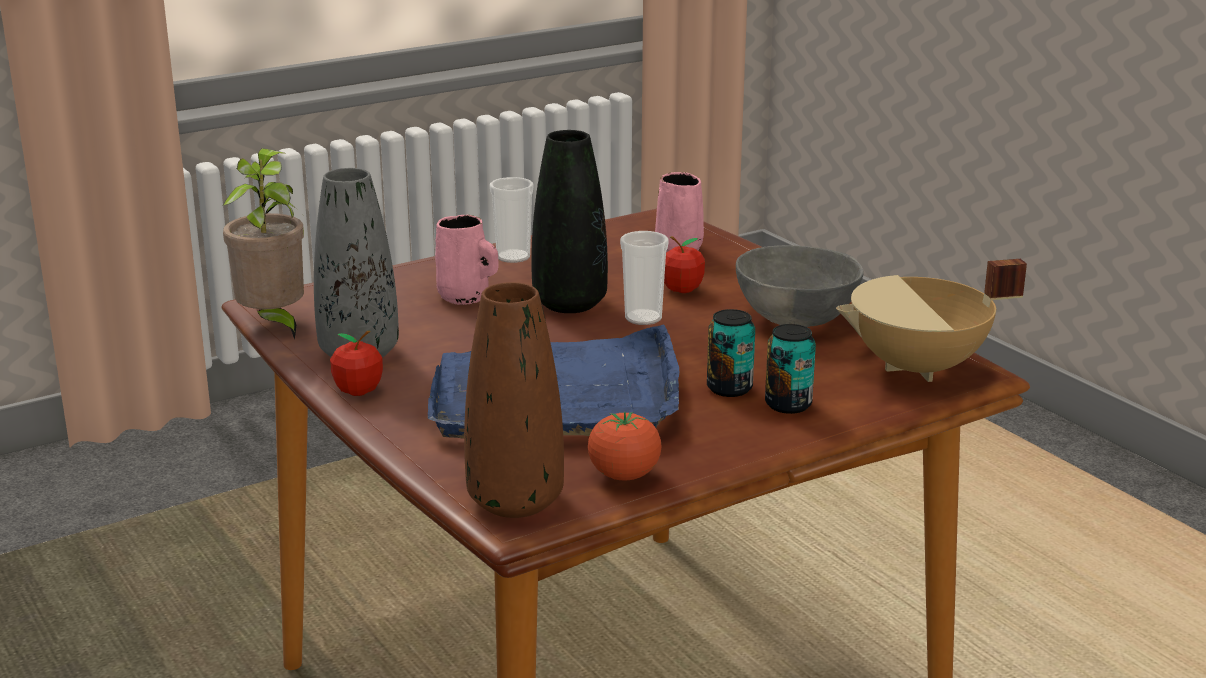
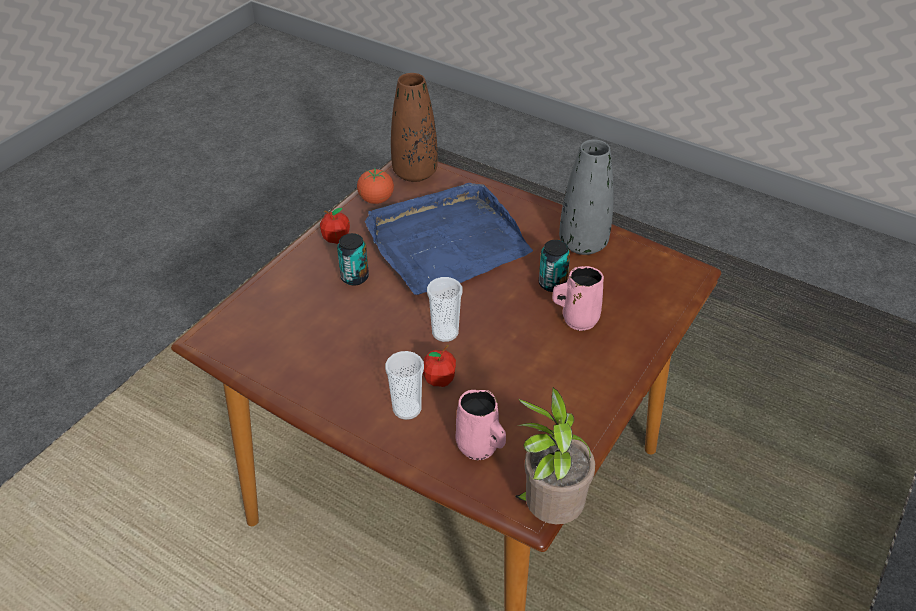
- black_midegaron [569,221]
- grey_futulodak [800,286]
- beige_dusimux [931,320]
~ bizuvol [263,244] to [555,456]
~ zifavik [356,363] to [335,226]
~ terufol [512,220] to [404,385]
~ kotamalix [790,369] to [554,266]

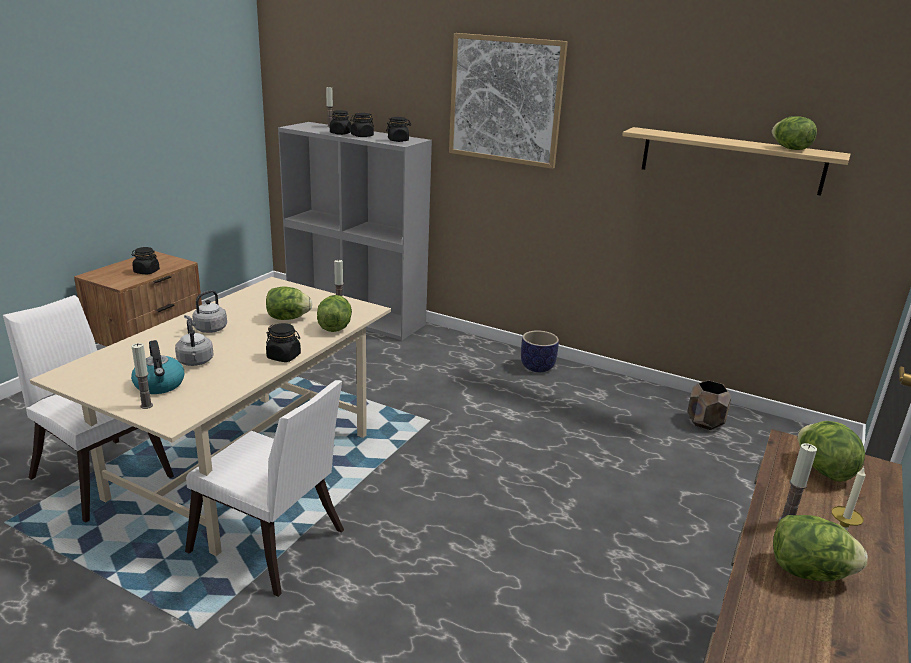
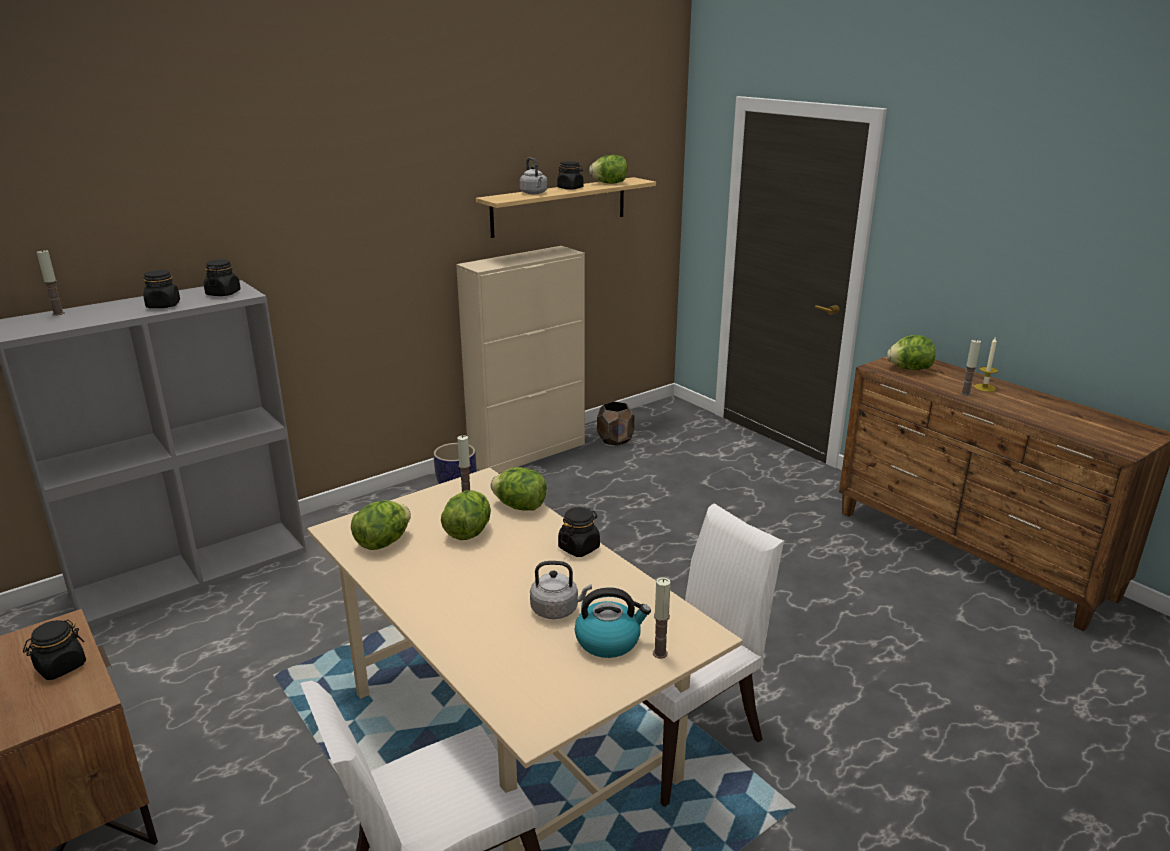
- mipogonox [508,101]
+ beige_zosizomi [520,359]
~ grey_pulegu [205,311] to [533,175]
~ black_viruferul [340,122] to [570,175]
~ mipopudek [820,548] to [381,525]

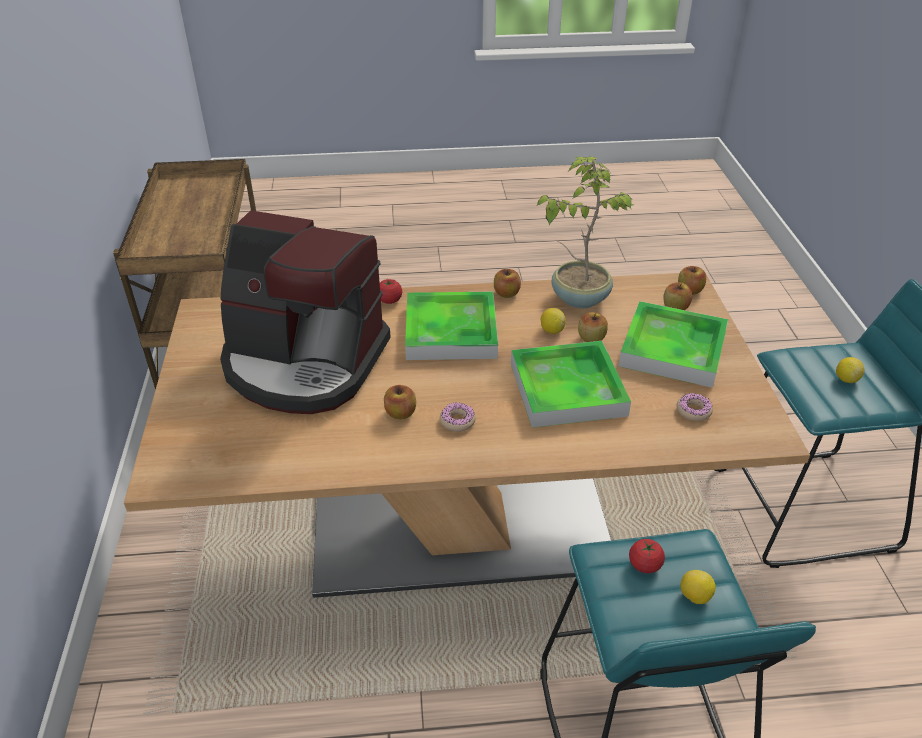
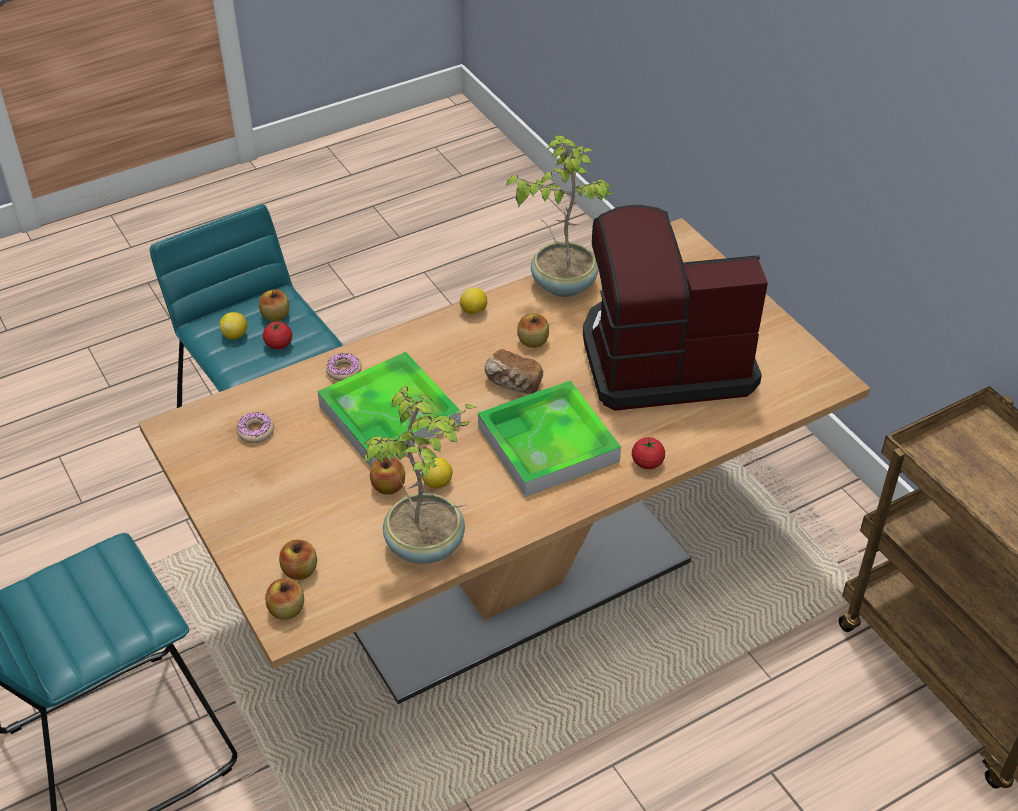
- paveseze [673,344]
+ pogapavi [514,371]
+ bizuvol [559,216]
~ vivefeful [457,417] to [344,367]
~ zifavik [507,283] to [274,305]
~ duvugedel [850,370] to [473,301]

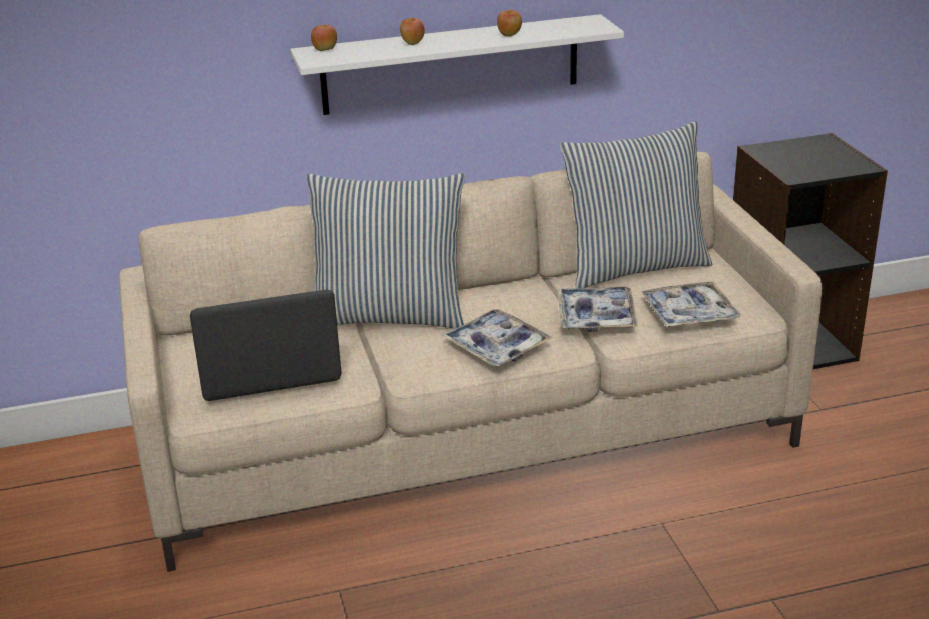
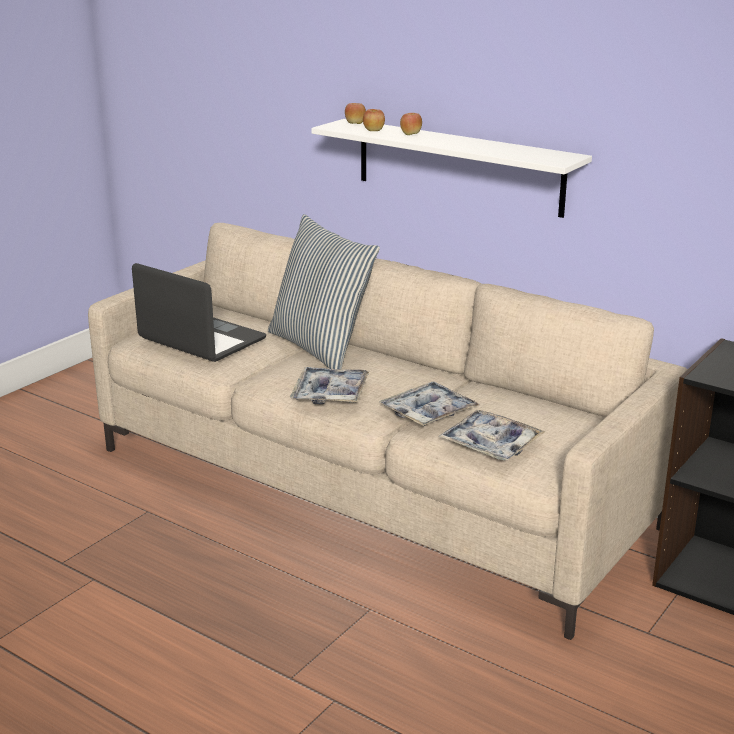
- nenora [636,204]
~ zifavik [509,23] to [374,120]

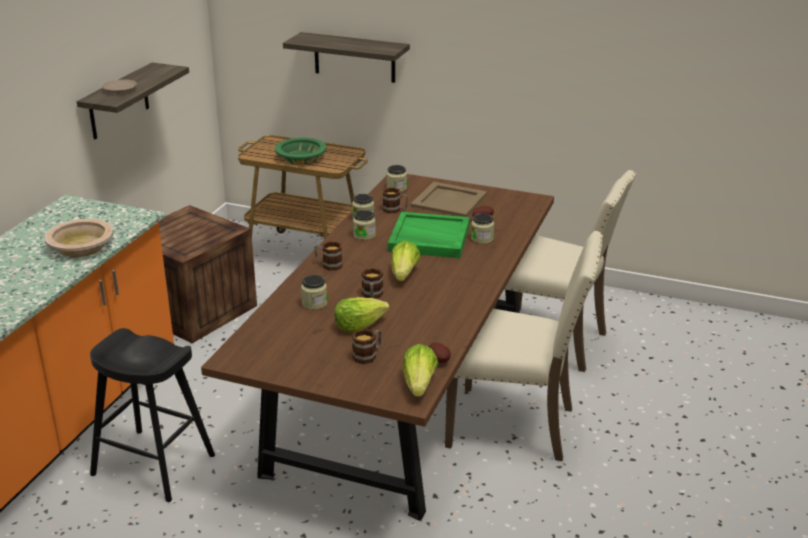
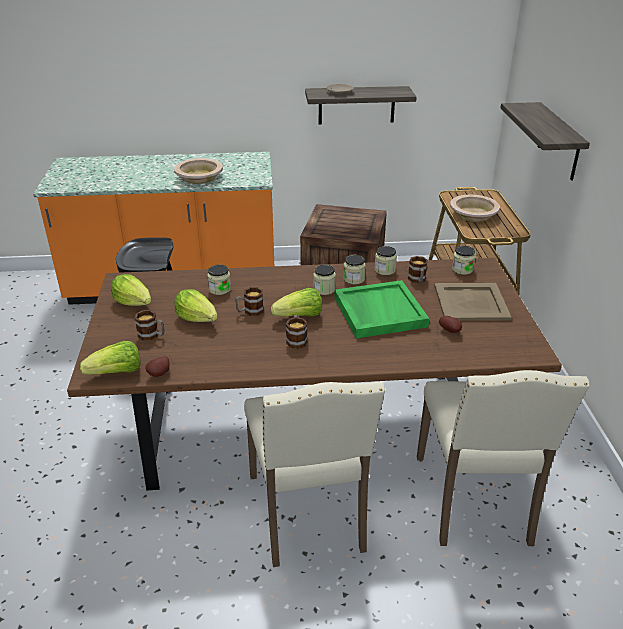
+ mipopudek [131,290]
~ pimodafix [328,256] to [296,332]
~ viruferul [482,228] to [324,279]
~ green_futulodak [300,151] to beige_futulodak [475,208]

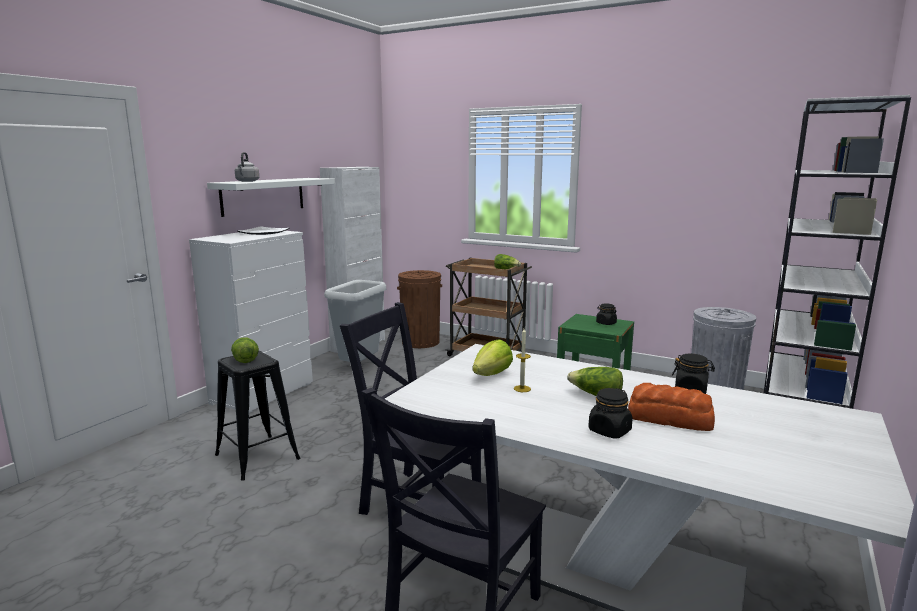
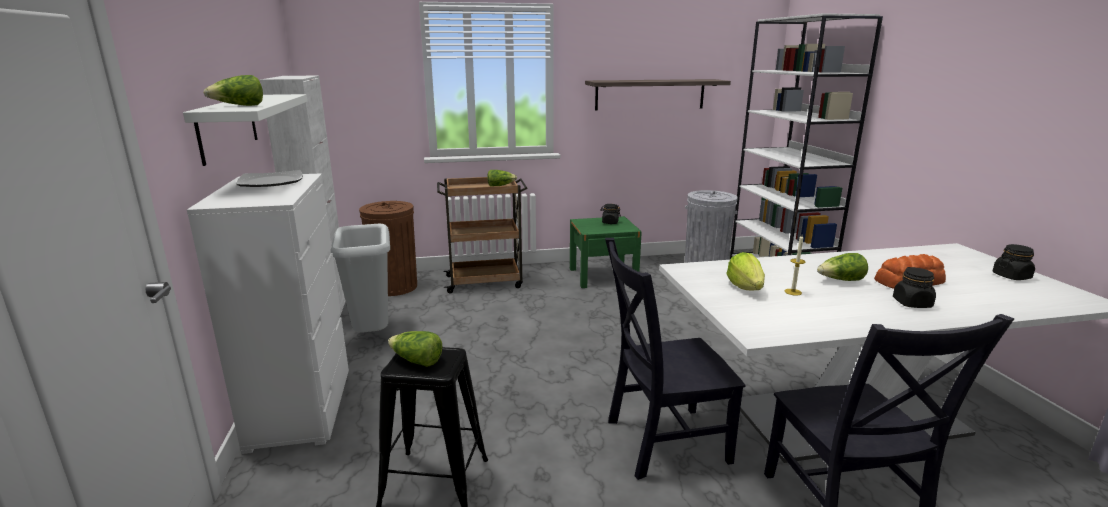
+ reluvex [658,95]
~ black_viruferul [693,374] to [1014,262]
~ grey_pulegu [247,167] to mipopudek [233,90]

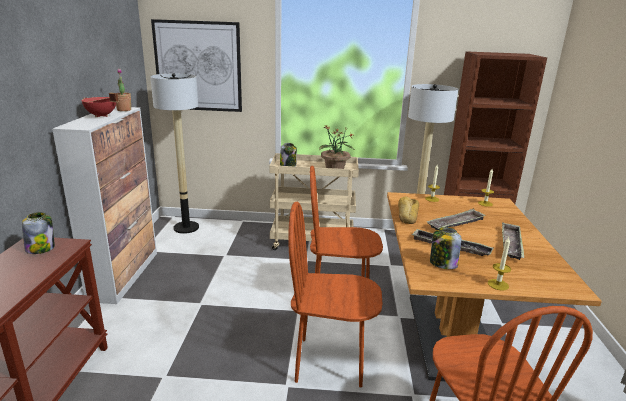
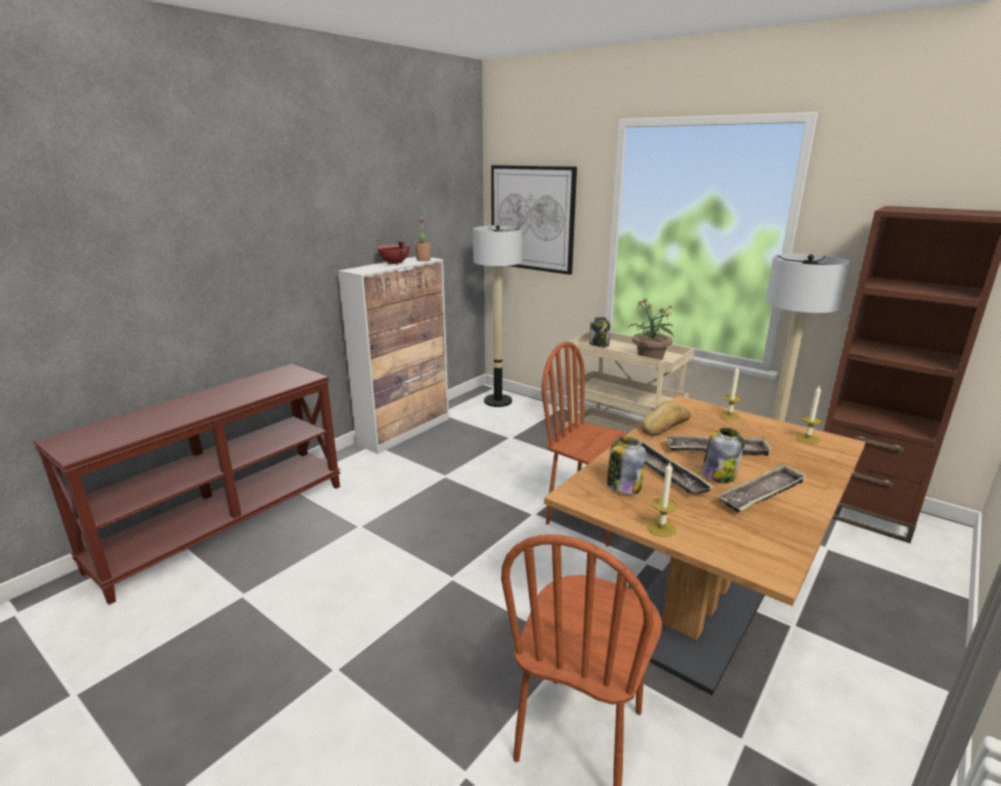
- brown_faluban [335,295]
~ viruferul [38,233] to [723,455]

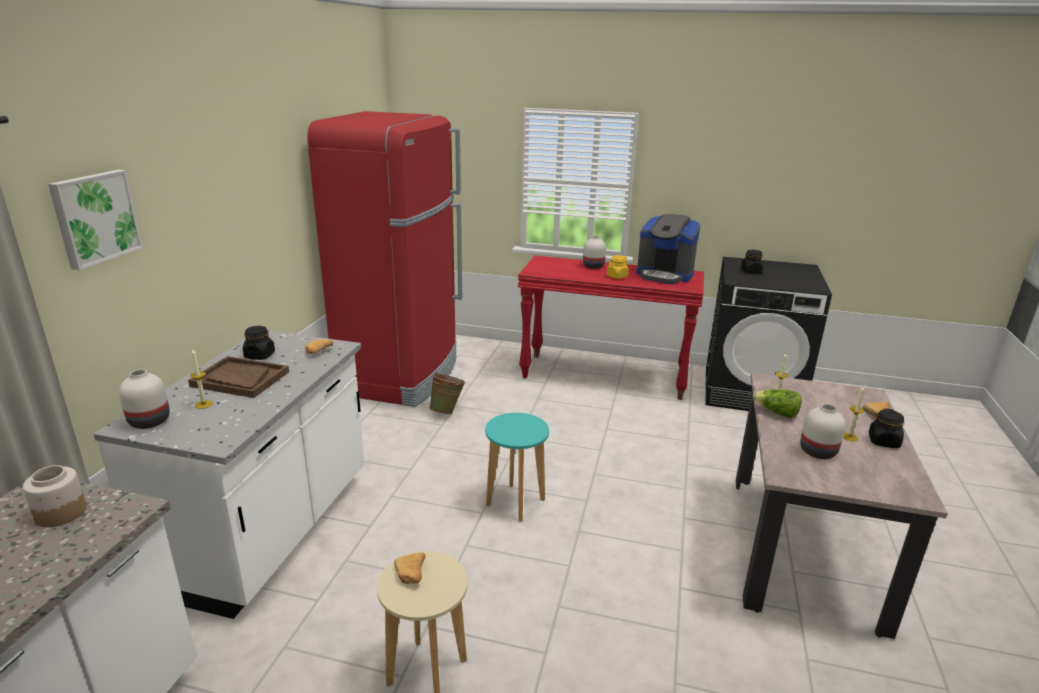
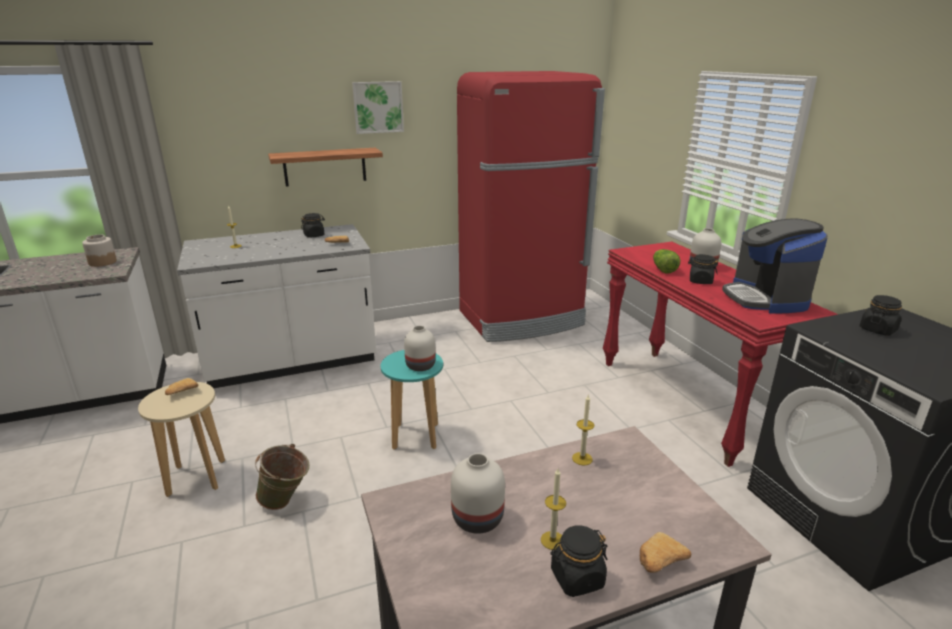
- brown_paveseze [238,377]
+ reluvex [325,167]
~ mipogonox [95,220] to [378,107]
~ white_midegaron [144,399] to [420,348]
~ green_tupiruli [447,393] to [282,477]
~ mipopudek [777,403] to [666,261]
~ yellow_viruferul [618,267] to black_viruferul [703,269]

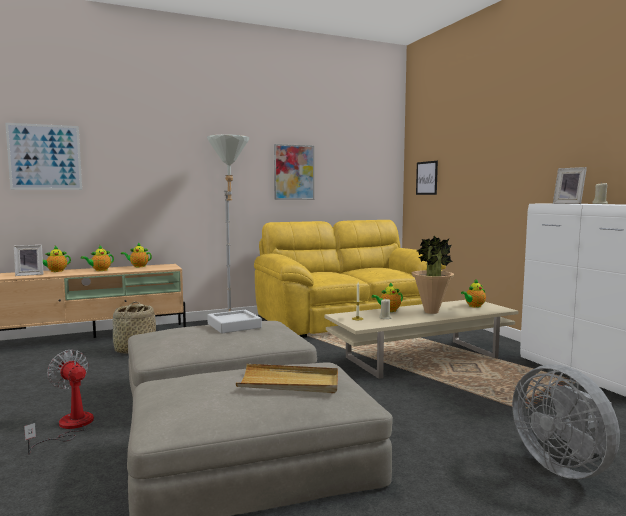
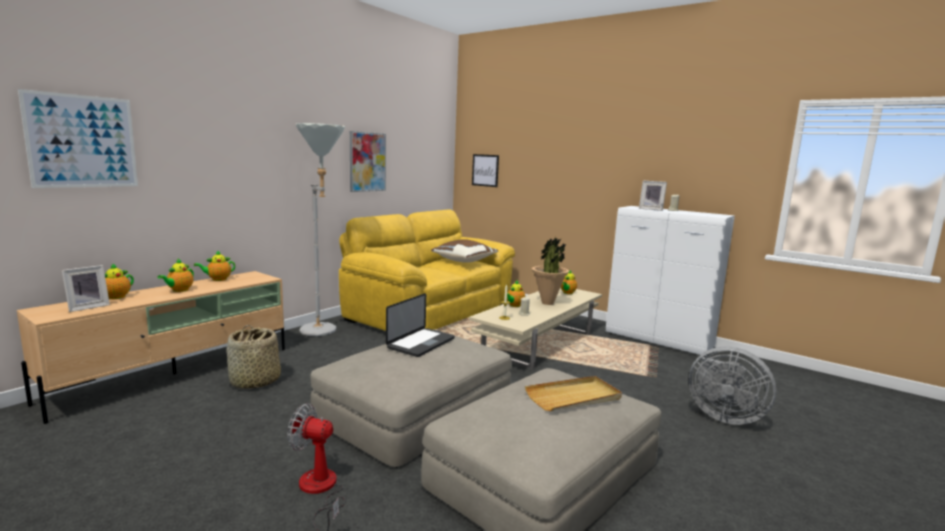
+ brown_nenora [464,251]
~ grey_paveseze [234,322] to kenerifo [420,325]

